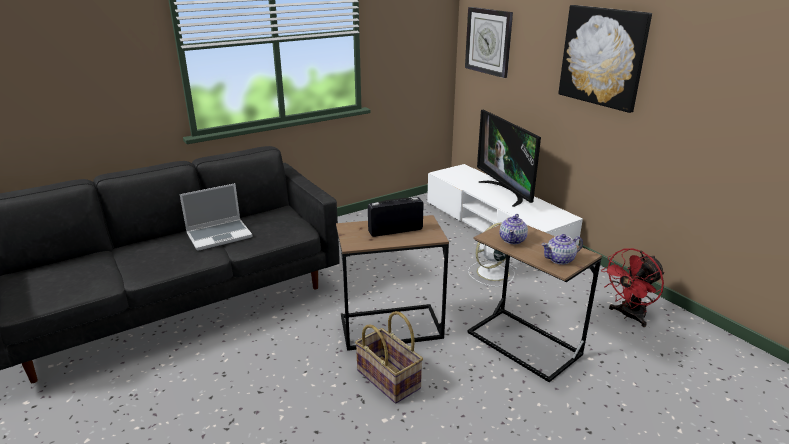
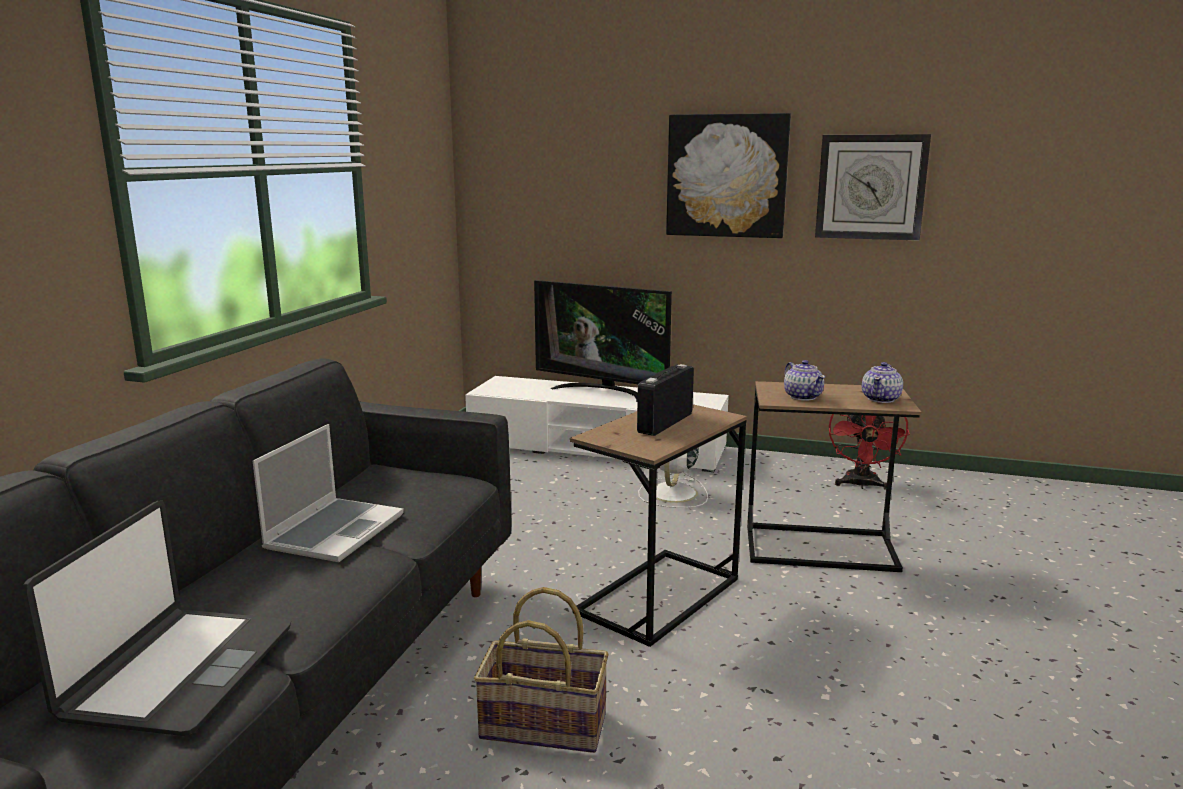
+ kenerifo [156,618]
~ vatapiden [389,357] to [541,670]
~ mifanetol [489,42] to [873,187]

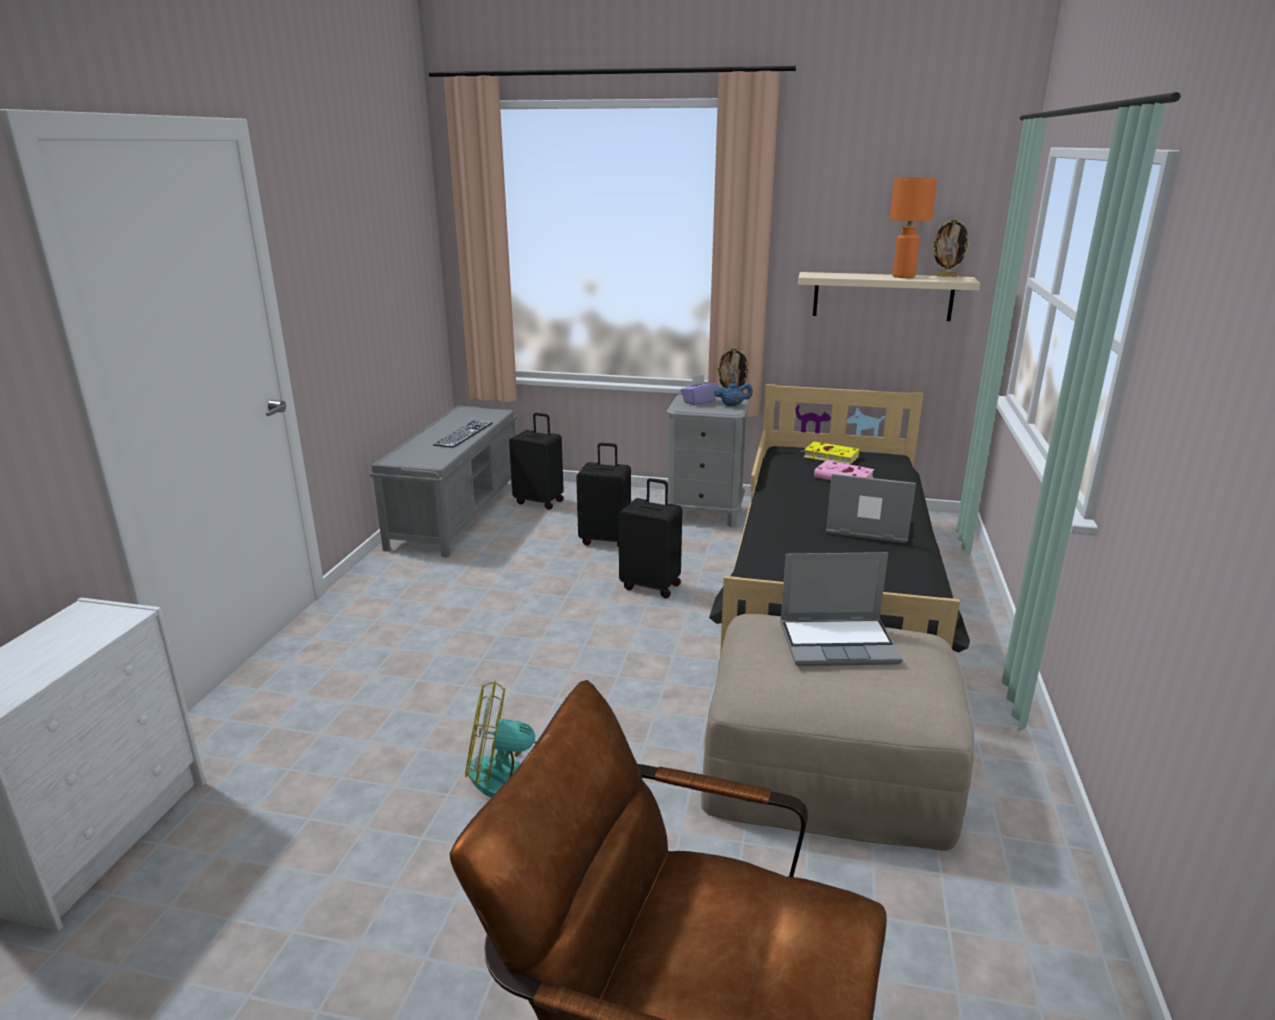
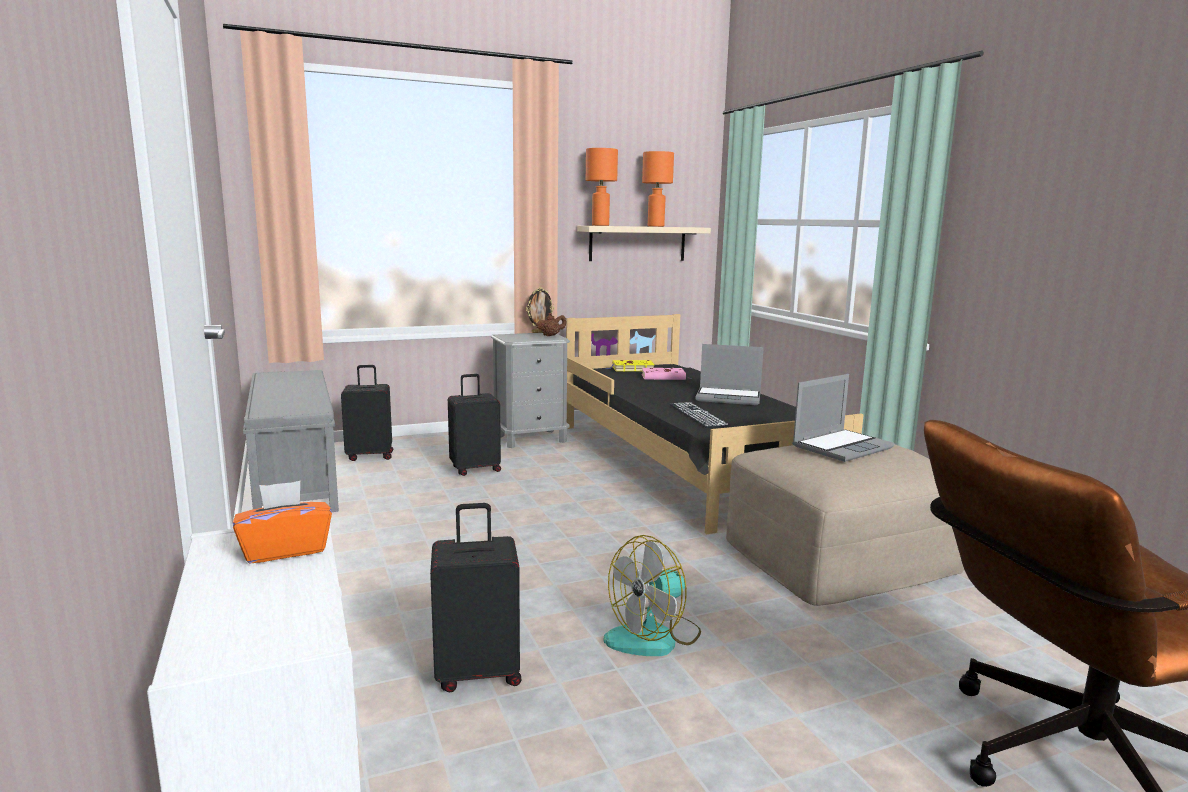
- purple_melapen [700,390]
- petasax [951,247]
+ orange_melapen [282,522]
+ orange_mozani [602,187]
~ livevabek [463,434] to [700,415]
~ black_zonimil [650,538] to [475,597]
~ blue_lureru [734,393] to brown_lureru [551,324]
~ kenerifo [871,508] = [729,374] 150 degrees counterclockwise

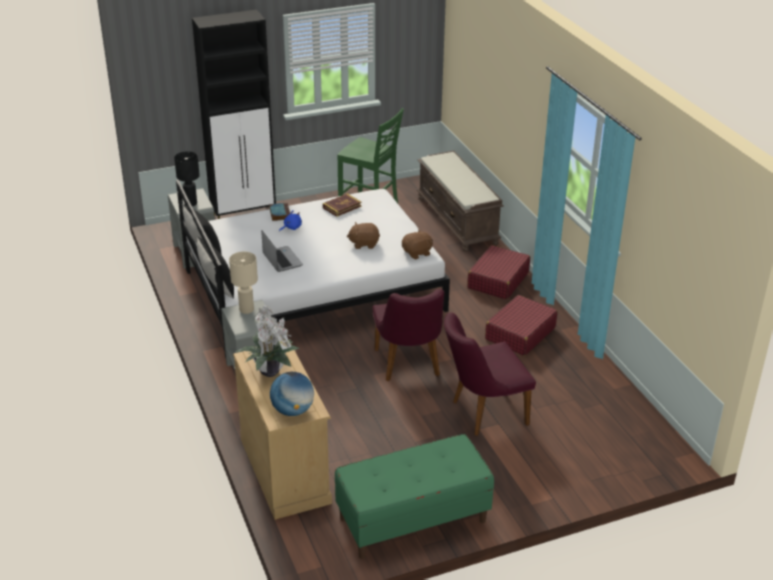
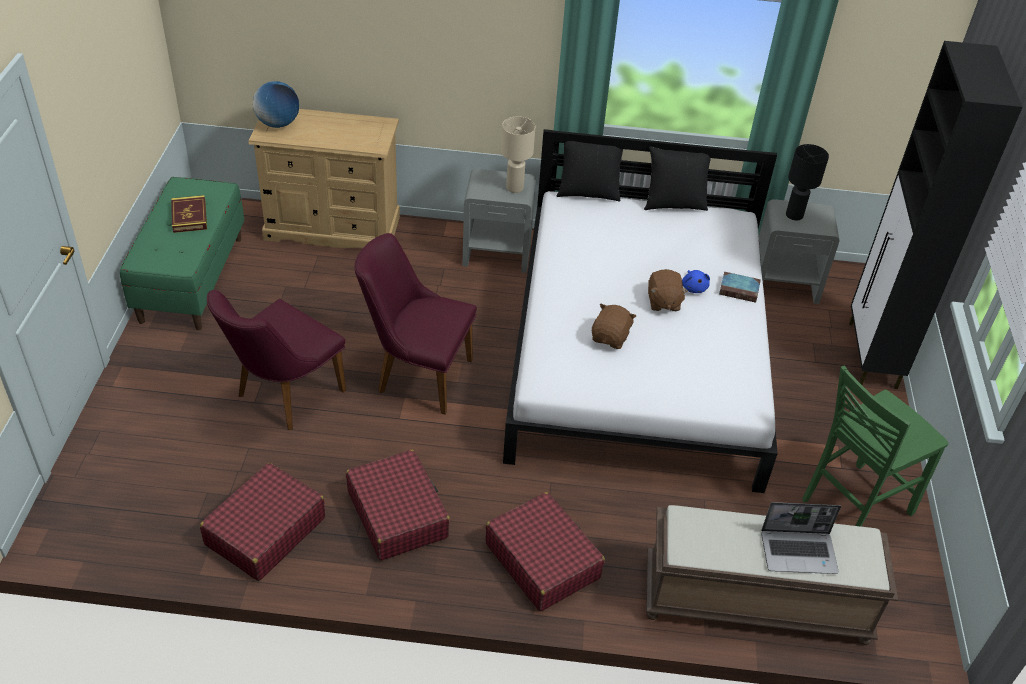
- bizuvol [267,341]
+ red_zonimil [262,522]
~ kenerifo [282,251] to [801,538]
~ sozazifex [342,205] to [189,214]
~ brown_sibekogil [417,244] to [668,290]
~ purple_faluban [490,374] = [276,360] 150 degrees counterclockwise

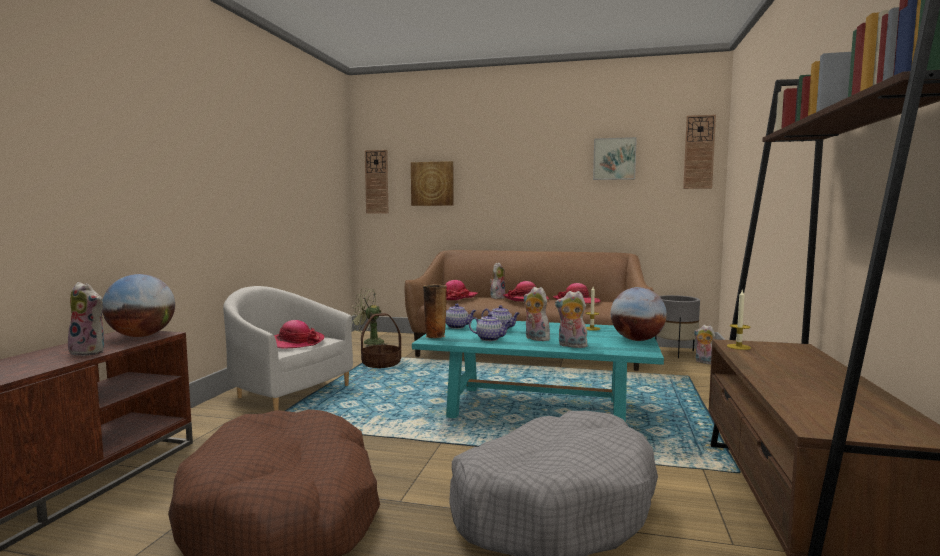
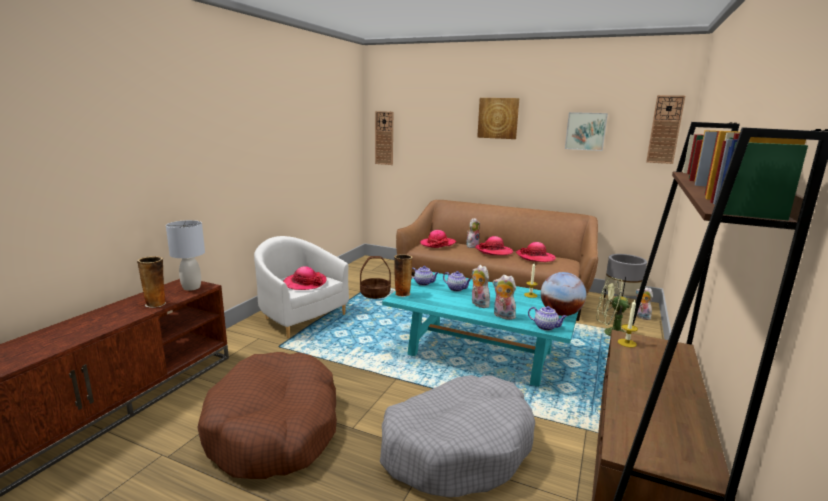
~ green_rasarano [369,317] to [613,306]
~ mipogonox [432,183] to [498,118]
~ lureru [490,327] to [547,318]
~ sibekogil [86,319] to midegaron [151,282]
~ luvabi [138,305] to grey_mozani [185,255]

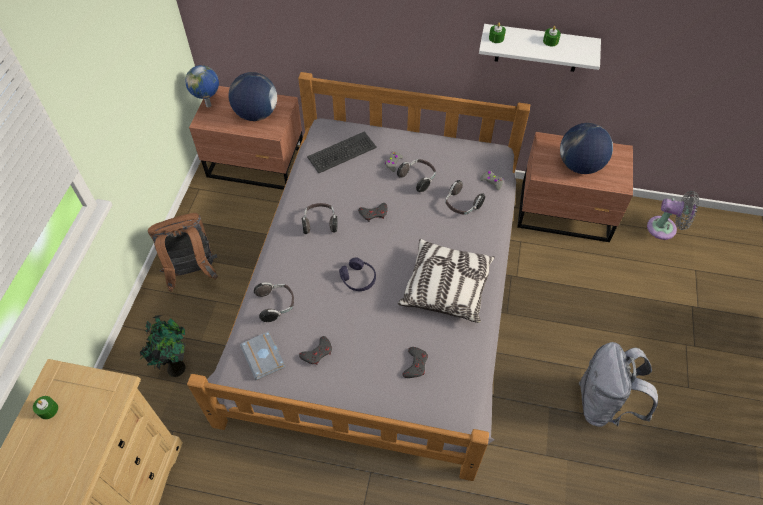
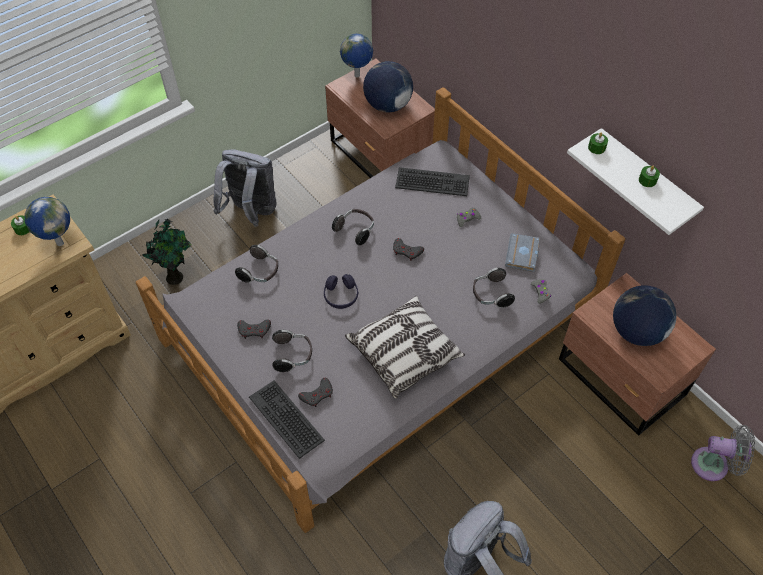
+ luvabi [47,221]
+ livevabek [287,419]
~ grey_sozazifex [262,355] to [522,252]
~ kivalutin [416,175] to [292,351]
~ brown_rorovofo [183,252] to grey_rorovofo [245,188]
~ grey_rasarano [673,215] = [723,453] 45 degrees counterclockwise

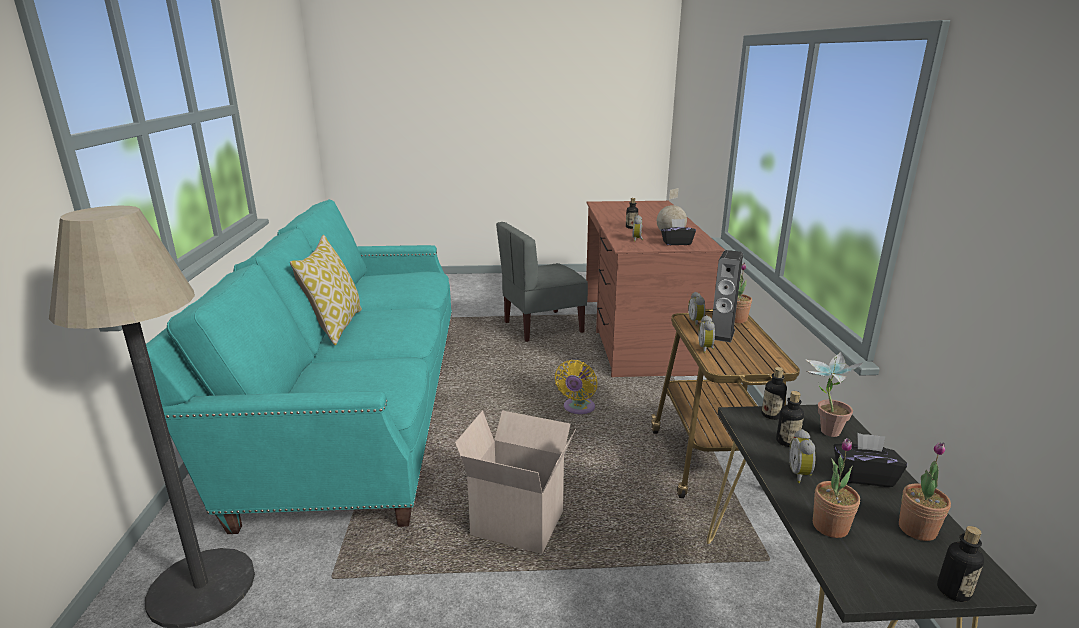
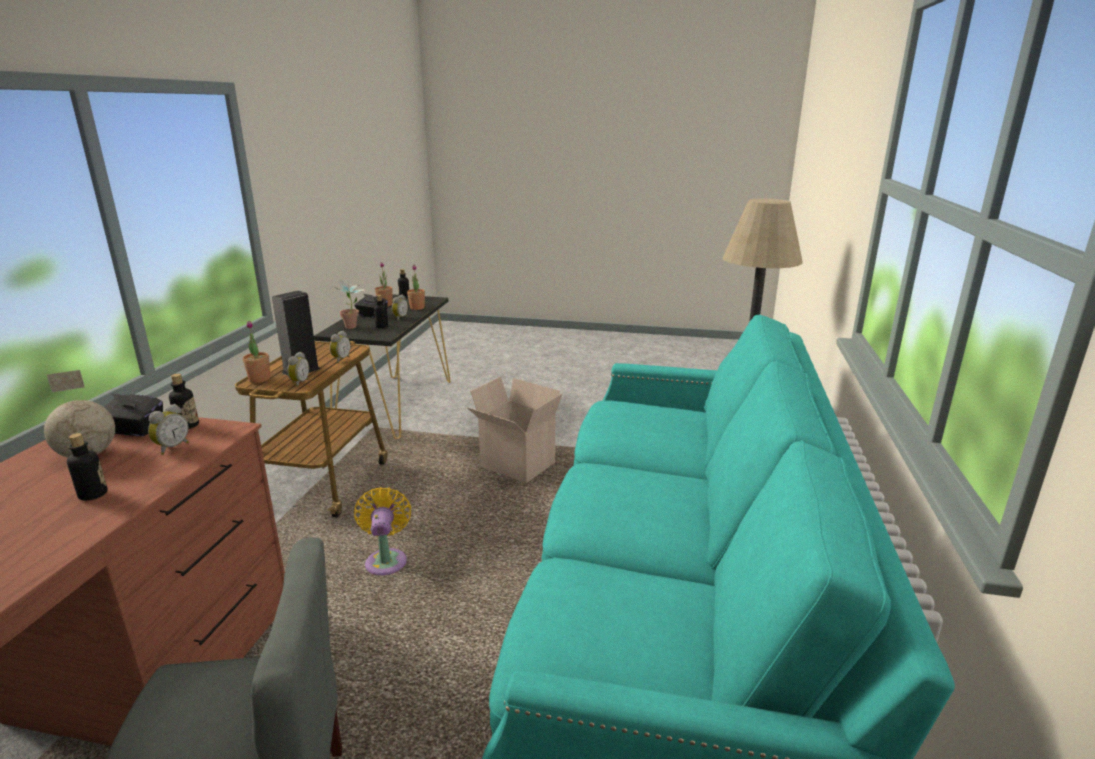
- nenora [326,290]
~ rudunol [774,393] to [184,401]
~ yellow_rasarano [576,387] = [382,531] 45 degrees counterclockwise

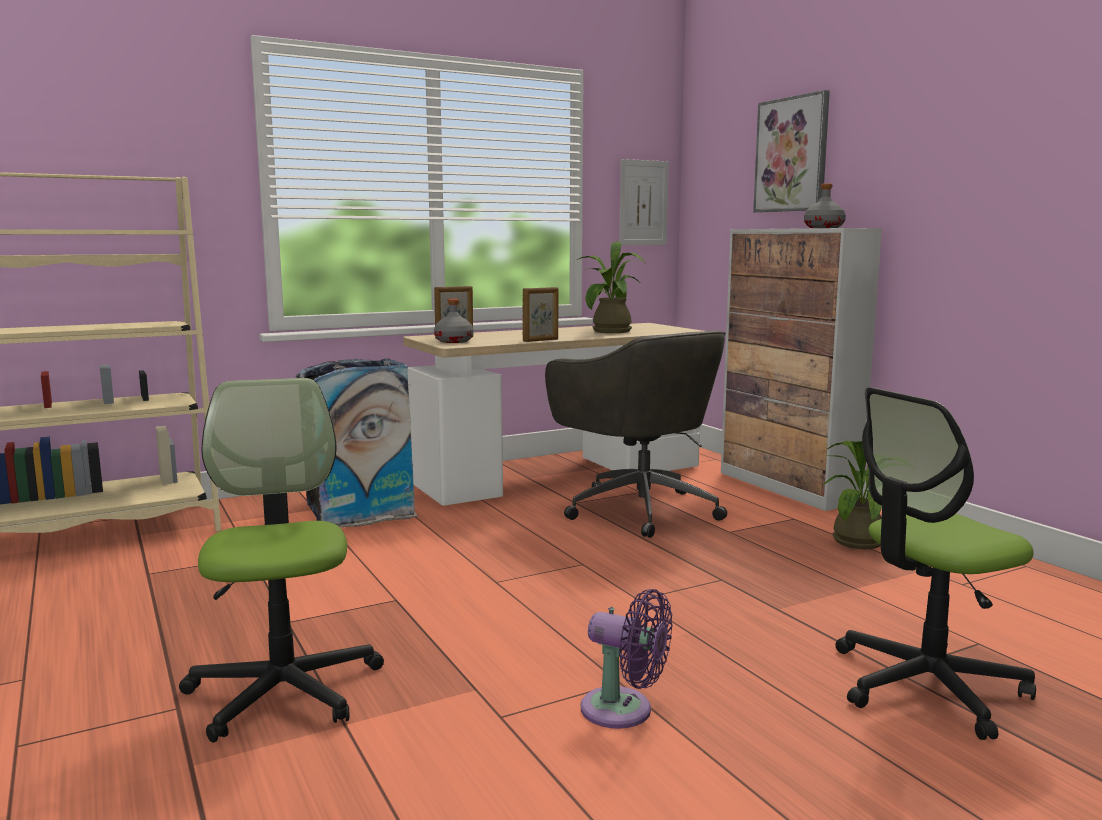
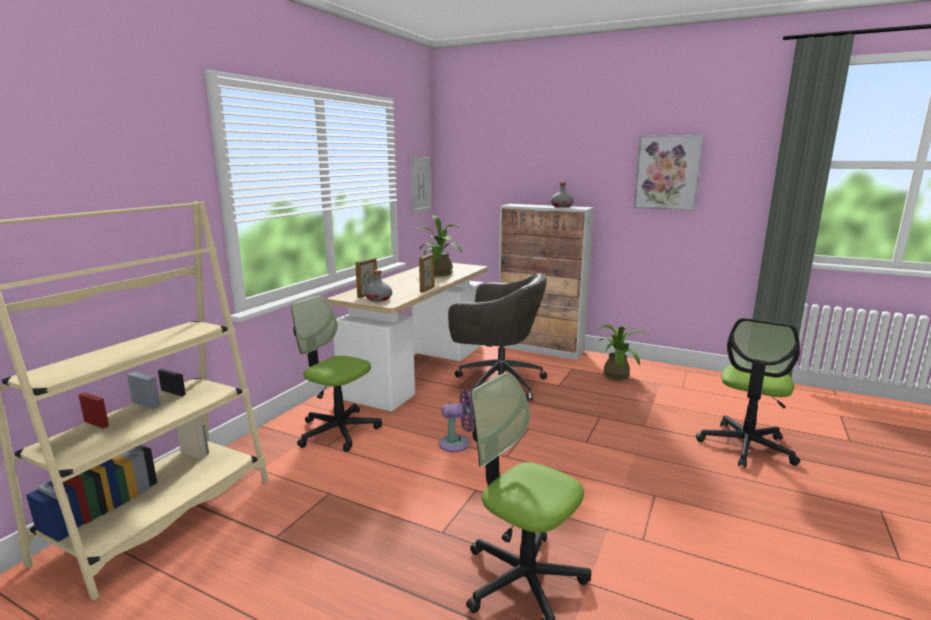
~ purple_rasarano [627,659] to [457,420]
~ mipogonox [791,151] to [668,172]
~ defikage [357,442] to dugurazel [336,374]

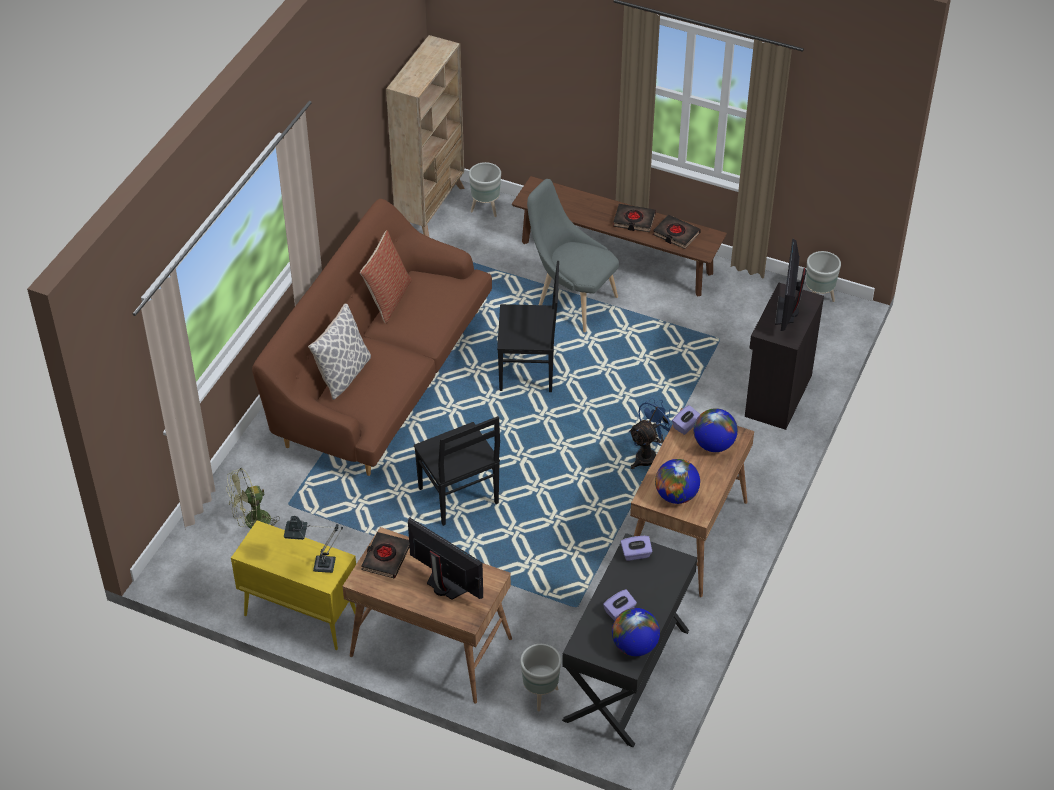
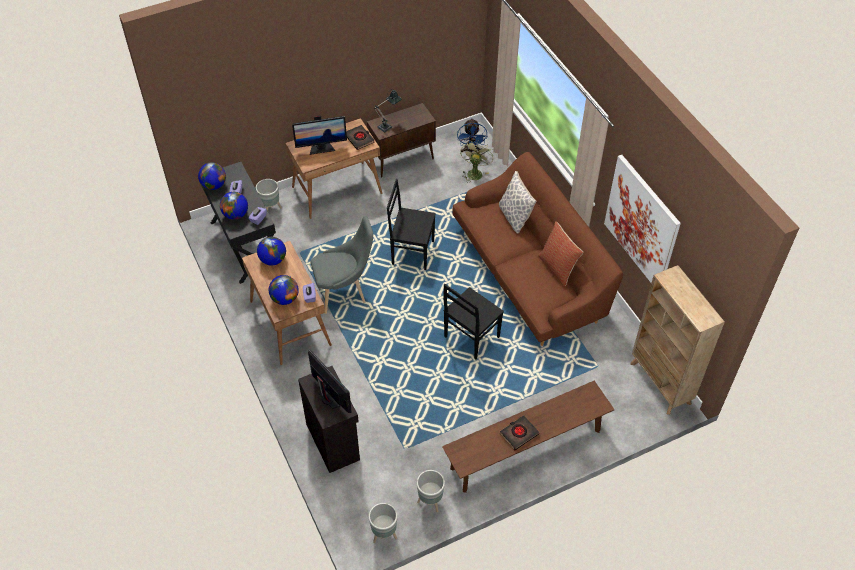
- black_sozazifex [677,232]
+ luvabi [234,206]
+ mipogonox [642,219]
~ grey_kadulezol [485,189] to [431,491]
~ grey_faluban [573,255] to [341,265]
~ blue_rasarano [650,433] to [472,135]
~ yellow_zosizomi [293,585] to brown_zosizomi [401,140]

